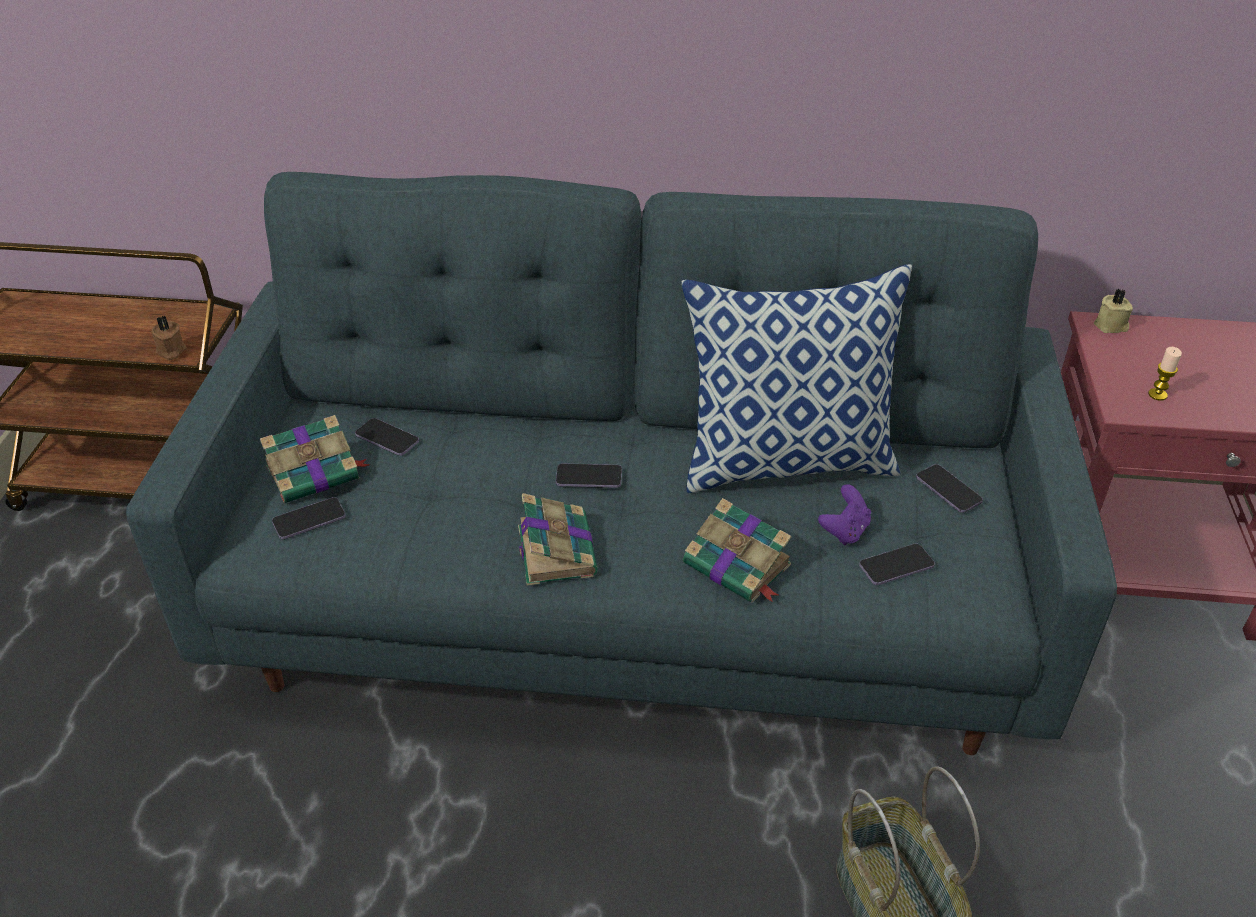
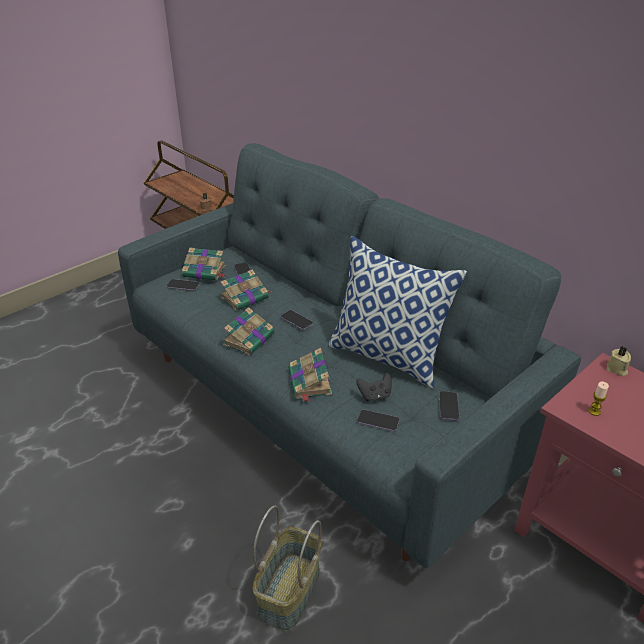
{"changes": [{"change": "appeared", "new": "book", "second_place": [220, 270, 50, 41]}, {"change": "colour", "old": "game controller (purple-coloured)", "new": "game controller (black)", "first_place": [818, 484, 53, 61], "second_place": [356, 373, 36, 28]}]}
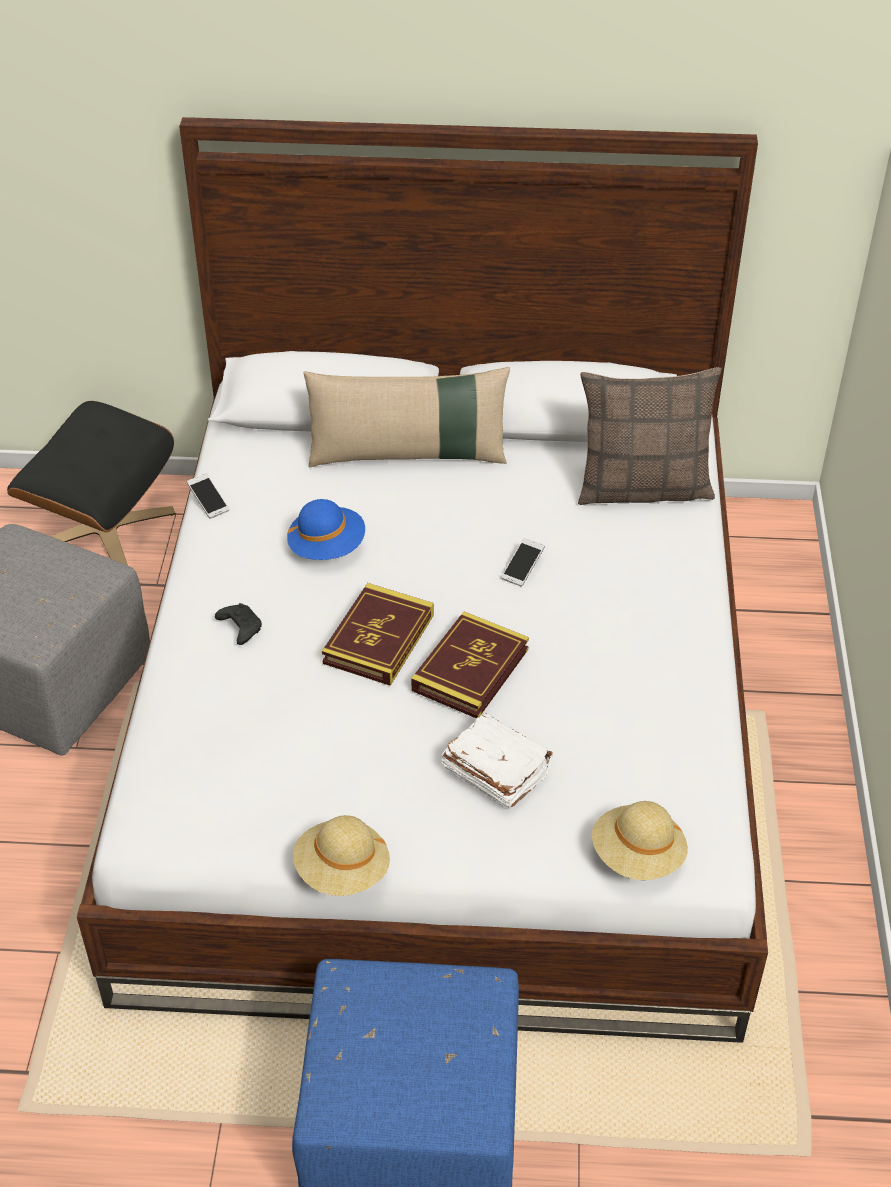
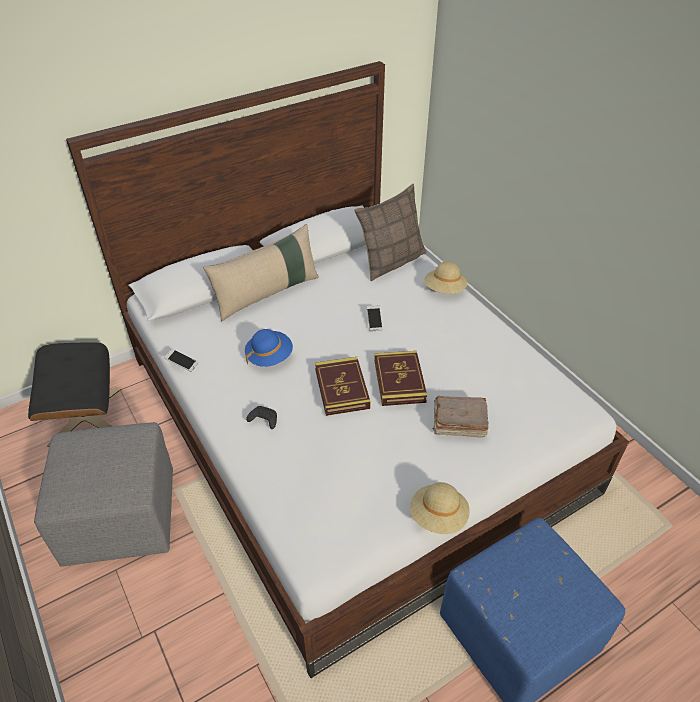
{"changes": [{"change": "relocated", "old": "wearable hat (sand-coloured)", "first_place": [592, 801, 96, 79], "second_place": [424, 262, 43, 32]}, {"change": "colour", "old": "book (white-coloured)", "new": "book (brownish)", "first_place": [442, 713, 111, 95], "second_place": [432, 396, 56, 42]}]}
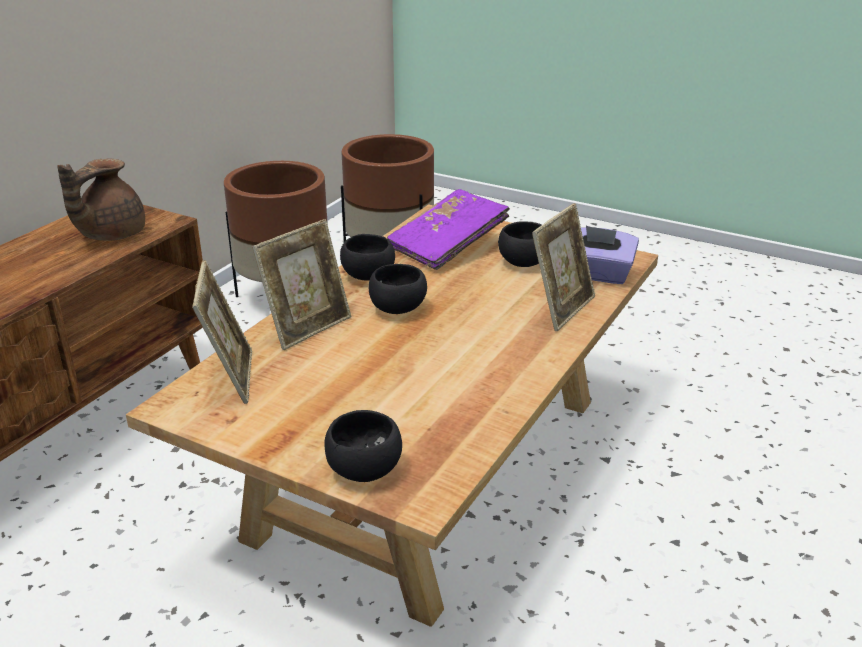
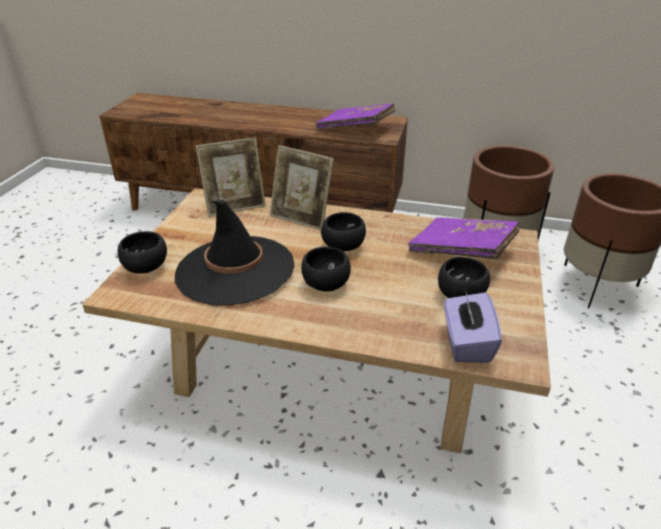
{"changes": [{"change": "appeared", "new": "wearable hat (black)", "second_place": [175, 200, 119, 106]}, {"change": "relocated", "old": "bowl (black)", "first_place": [340, 234, 55, 47], "second_place": [301, 247, 50, 44]}, {"change": "exchanged", "old": "tea pot (brownish)", "new": "book (purple-coloured)", "first_place": [57, 158, 88, 83], "second_place": [315, 104, 80, 25]}, {"change": "missing", "old": "photo frame", "first_place": [532, 203, 63, 128]}]}
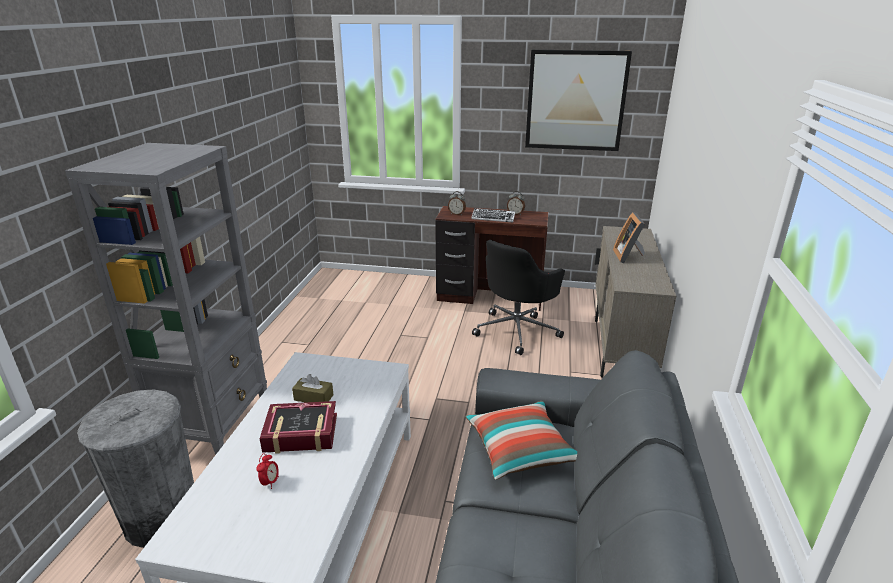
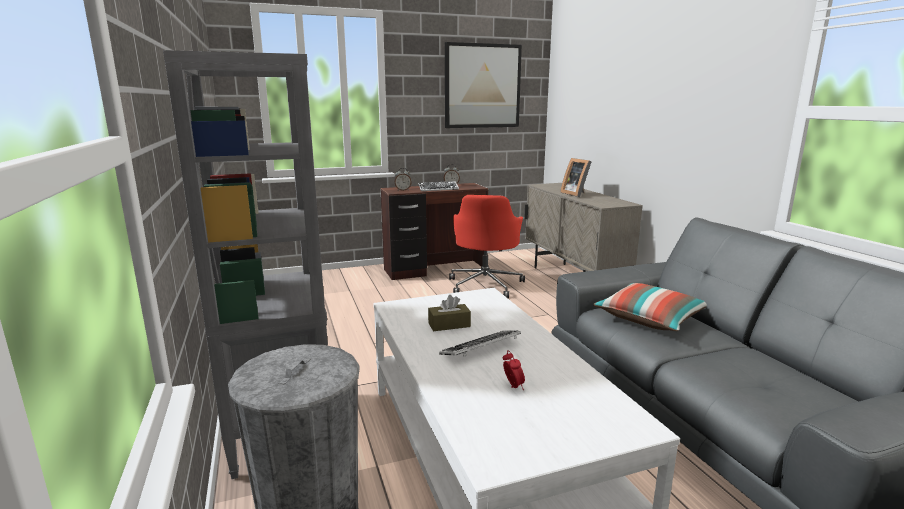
{"changes": [{"change": "exchanged", "old": "book", "new": "keyboard", "first_place": [260, 401, 77, 53], "second_place": [439, 330, 82, 26]}, {"change": "colour", "old": "computer chair (black)", "new": "computer chair (reddish)", "first_place": [472, 240, 93, 115], "second_place": [449, 195, 76, 103]}]}
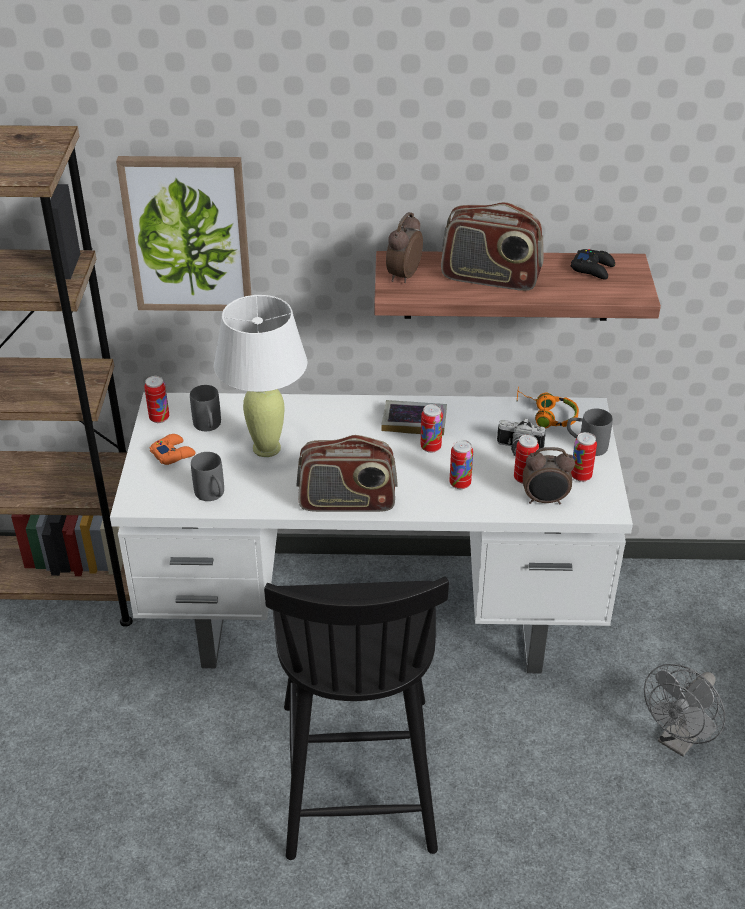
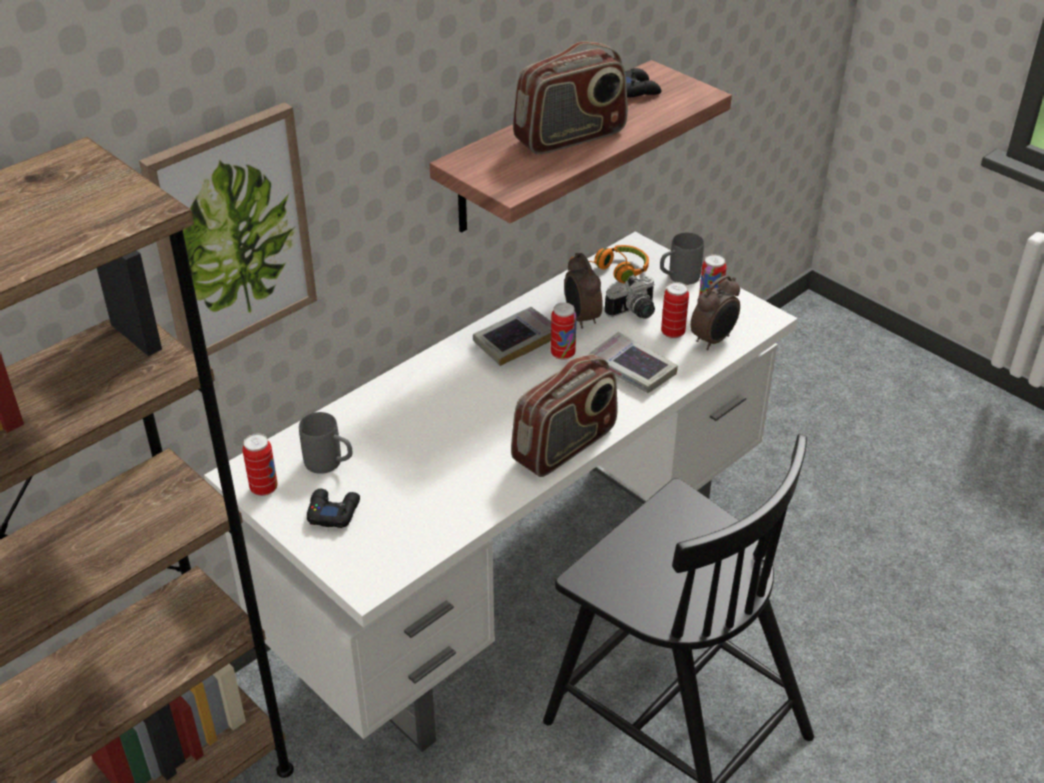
{"changes": [{"change": "colour", "old": "game controller (orange)", "new": "game controller (black)", "first_place": [150, 434, 46, 31], "second_place": [307, 489, 53, 39]}, {"change": "relocated", "old": "alarm clock", "first_place": [386, 212, 37, 71], "second_place": [564, 253, 39, 76]}, {"change": "exchanged", "old": "sealed can", "new": "book", "first_place": [449, 440, 24, 49], "second_place": [589, 332, 89, 61]}, {"change": "missing", "old": "coffee mug (gray)", "first_place": [191, 452, 33, 49]}, {"change": "missing", "old": "lamp for a table (white-coloured)", "first_place": [214, 295, 94, 162]}, {"change": "missing", "old": "fan (gray)", "first_place": [644, 664, 82, 93]}]}
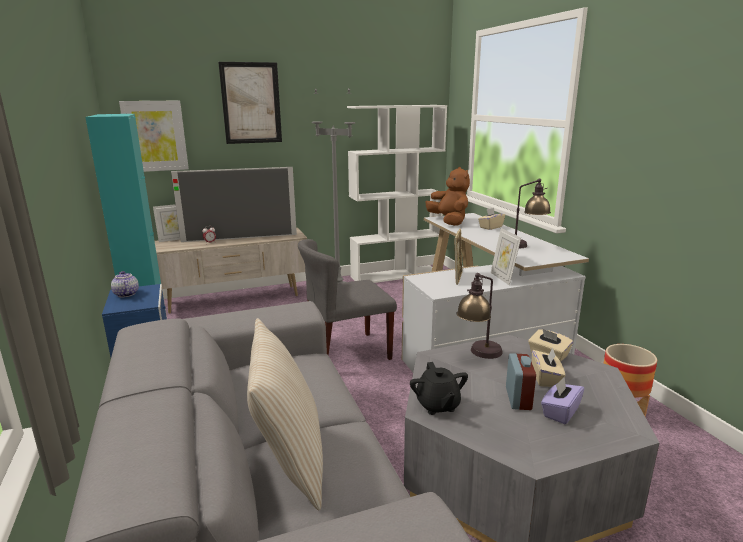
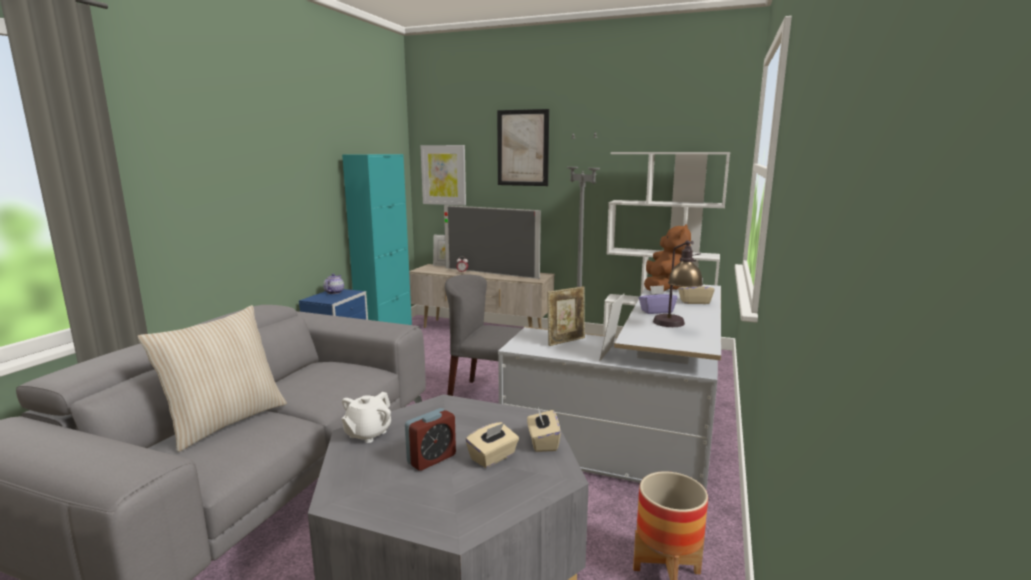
{"changes": [{"change": "colour", "old": "tea pot (black)", "new": "tea pot (white-coloured)", "first_place": [410, 362, 58, 53], "second_place": [341, 392, 50, 51]}, {"change": "relocated", "old": "tissue holder (purple-coloured)", "first_place": [541, 377, 43, 47], "second_place": [639, 285, 38, 29]}, {"change": "missing", "old": "lamp for a table", "first_place": [457, 273, 46, 86]}]}
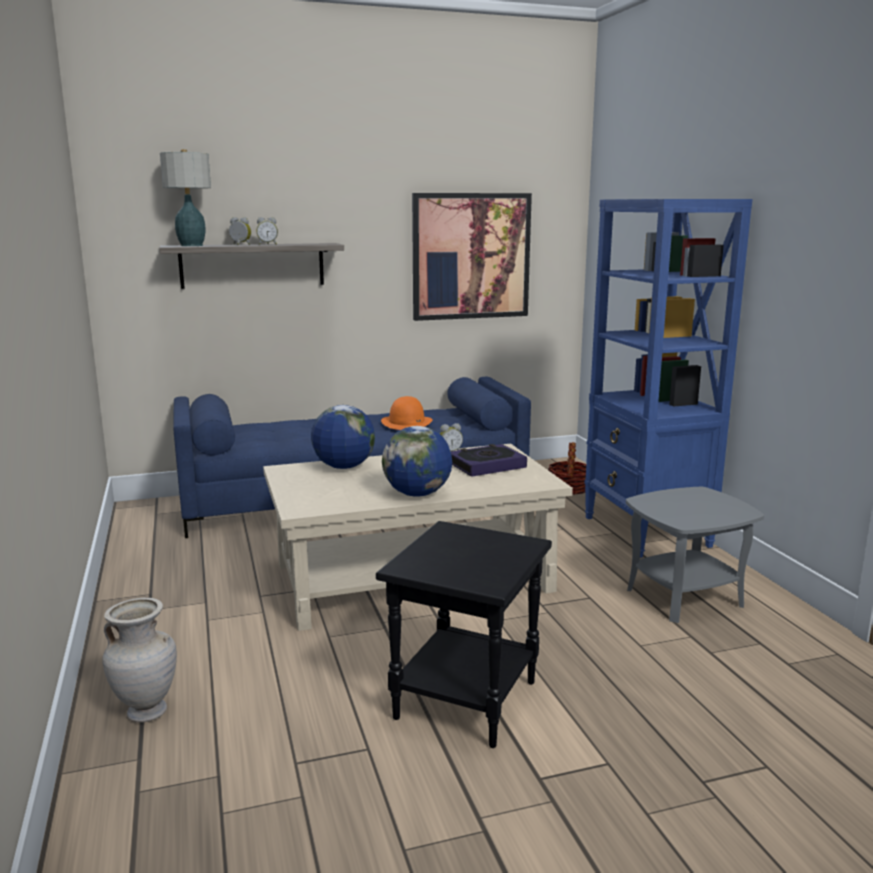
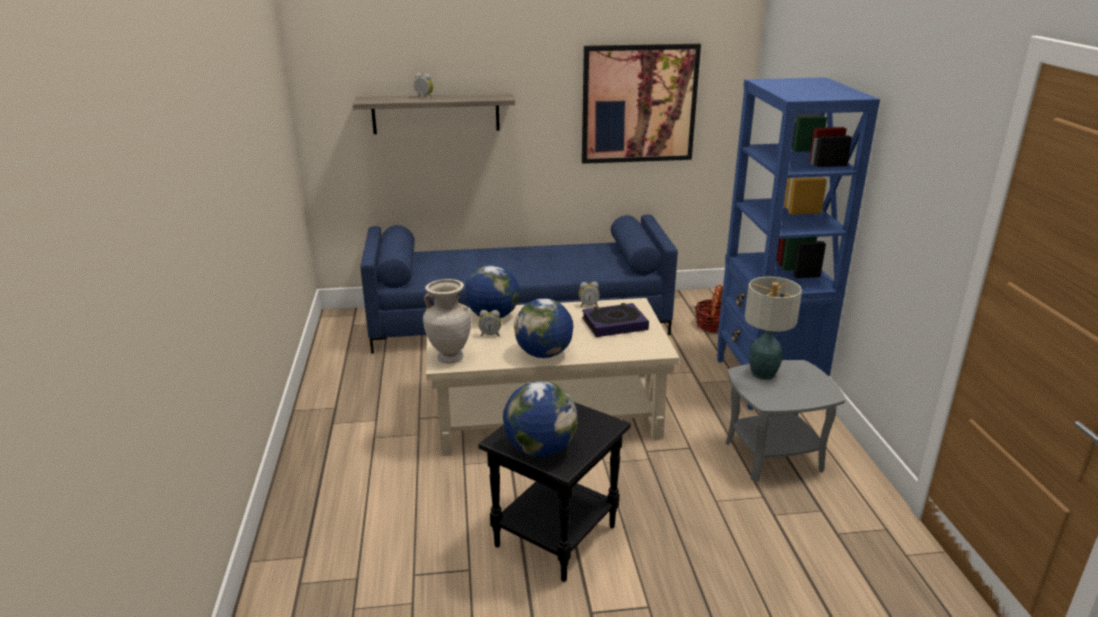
{"changes": [{"change": "relocated", "old": "flower vase (sand-coloured)", "first_place": [102, 598, 75, 124], "second_place": [423, 279, 49, 84]}, {"change": "relocated", "old": "alarm clock", "first_place": [256, 217, 22, 28], "second_place": [479, 310, 22, 26]}, {"change": "appeared", "new": "world globe", "second_place": [503, 381, 74, 76]}, {"change": "relocated", "old": "lamp for a table", "first_place": [160, 149, 51, 97], "second_place": [745, 276, 57, 104]}, {"change": "missing", "old": "wearable hat (orange)", "first_place": [381, 396, 52, 34]}]}
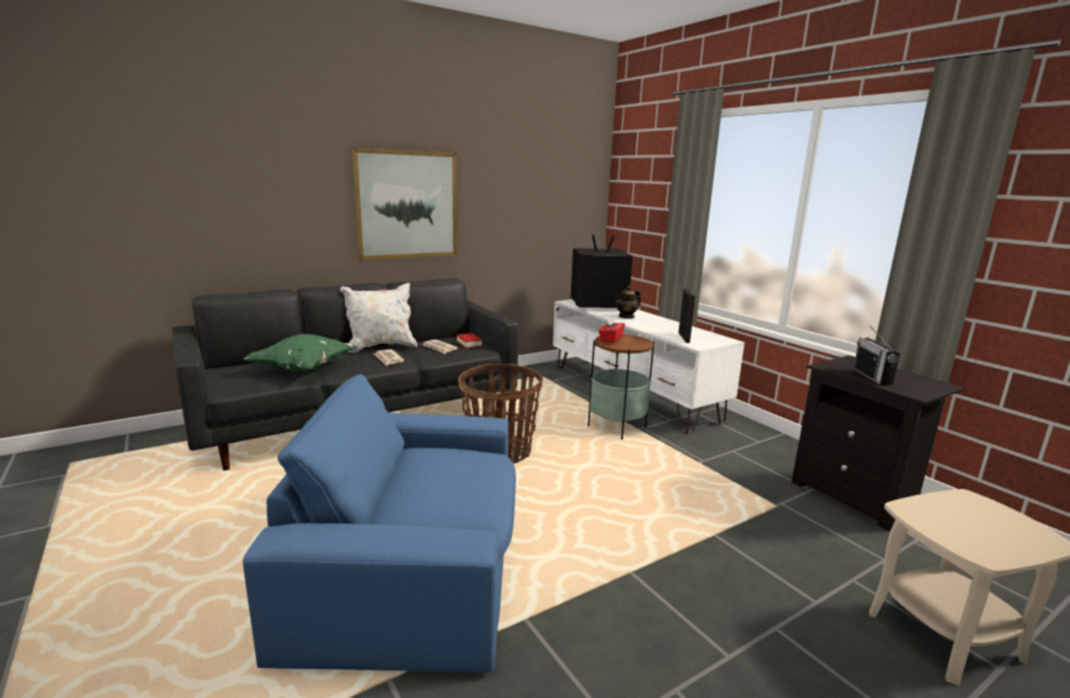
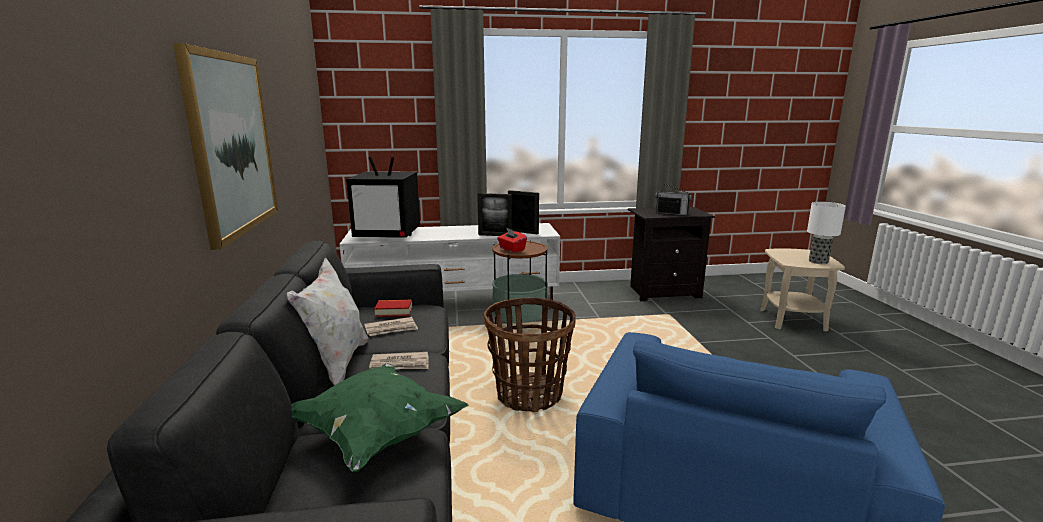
{"changes": [{"change": "spun", "old": "TV", "first_place": [571, 234, 62, 74], "second_place": [346, 156, 74, 82], "degrees": -105}, {"change": "appeared", "new": "photo frame", "second_place": [477, 193, 35, 43]}, {"change": "appeared", "new": "lamp for a table", "second_place": [807, 202, 39, 62]}, {"change": "missing", "old": "tea pot", "first_place": [615, 285, 26, 34]}]}
